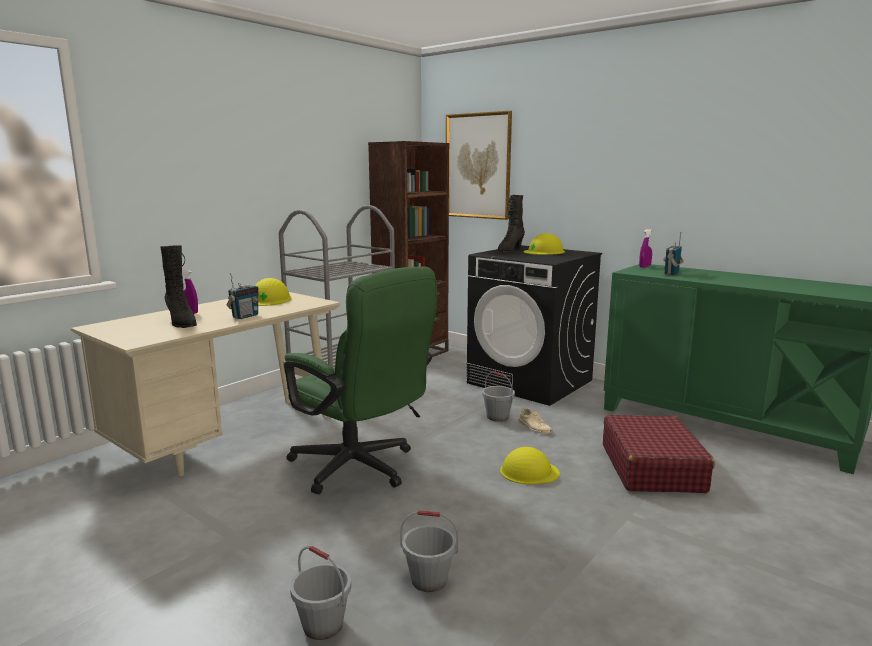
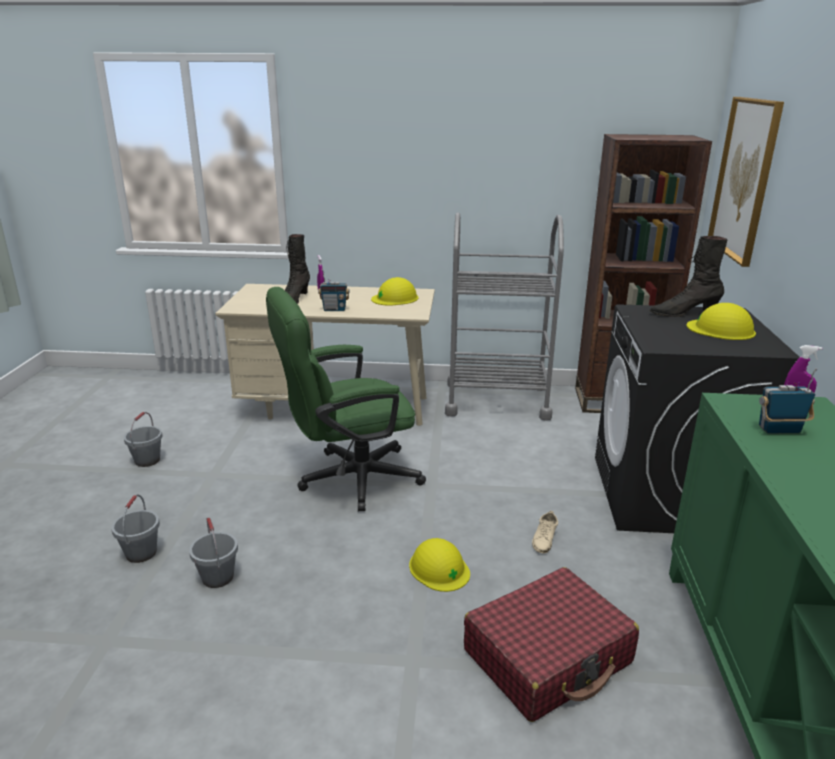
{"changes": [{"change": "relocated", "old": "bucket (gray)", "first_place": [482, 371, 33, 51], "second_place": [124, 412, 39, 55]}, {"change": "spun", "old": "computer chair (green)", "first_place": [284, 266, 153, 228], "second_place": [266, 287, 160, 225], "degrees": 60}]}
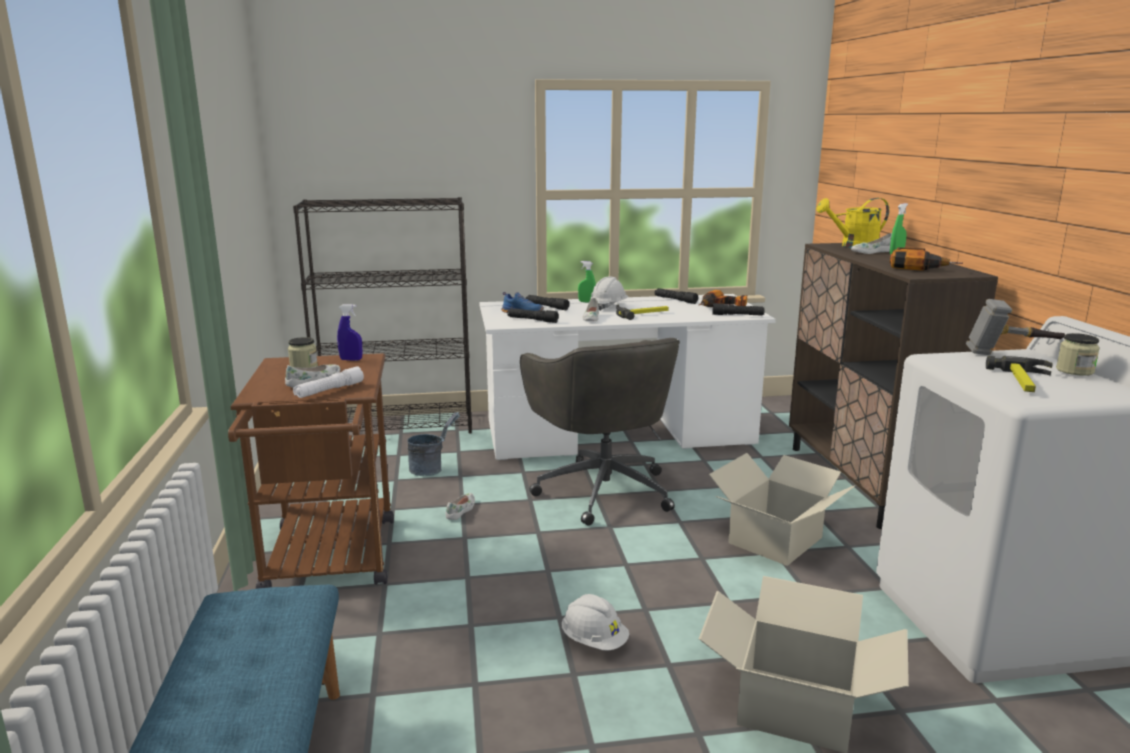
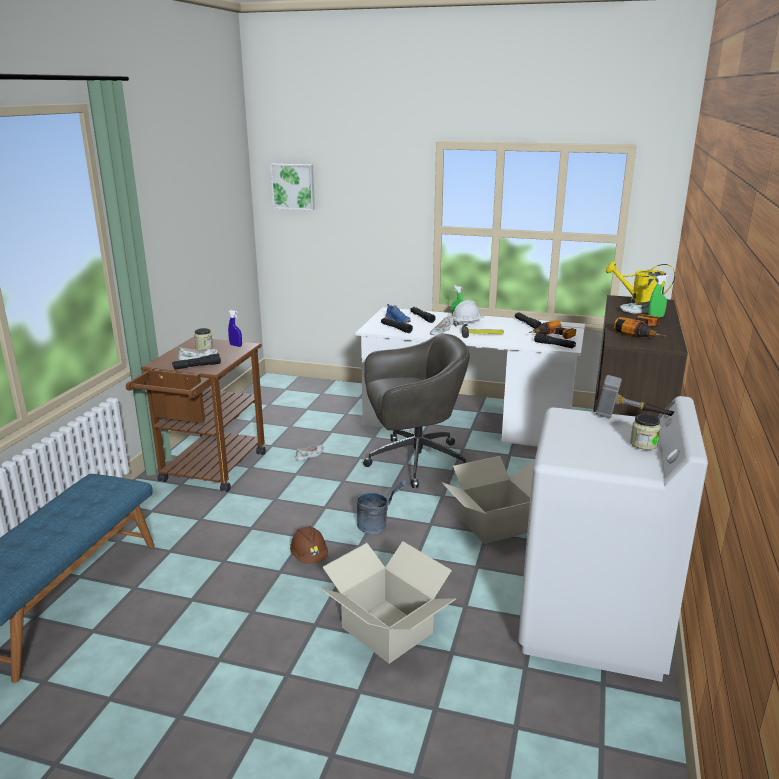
{"changes": [{"change": "colour", "old": "torch (white-coloured)", "new": "torch (black)", "first_place": [293, 366, 71, 32], "second_place": [172, 353, 49, 16]}, {"change": "appeared", "new": "picture", "second_place": [270, 164, 45, 47]}, {"change": "colour", "old": "safety helmet (white-coloured)", "new": "safety helmet (brownish)", "first_place": [562, 594, 67, 57], "second_place": [290, 526, 38, 38]}, {"change": "relocated", "old": "bucket (gray)", "first_place": [408, 412, 52, 64], "second_place": [357, 480, 50, 54]}, {"change": "spun", "old": "computer chair (gray)", "first_place": [520, 338, 160, 188], "second_place": [363, 334, 107, 154], "degrees": -105}, {"change": "missing", "old": "bookshelf (black)", "first_place": [293, 197, 179, 237]}, {"change": "missing", "old": "tool hammer", "first_place": [986, 356, 67, 36]}]}
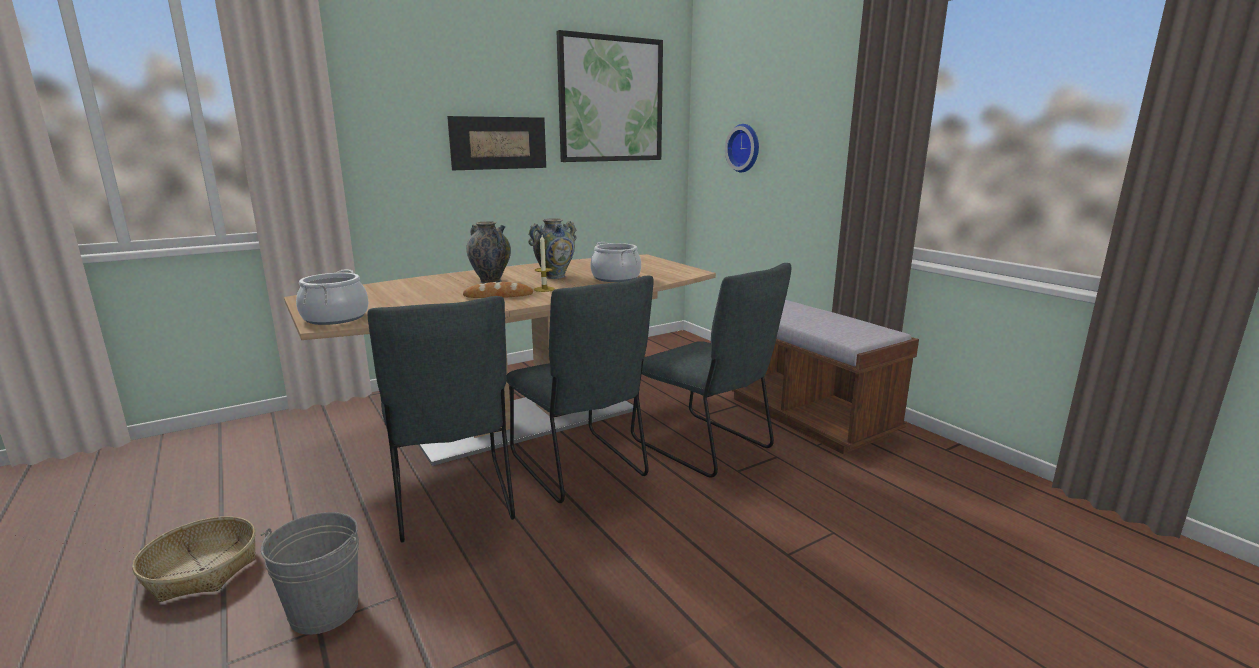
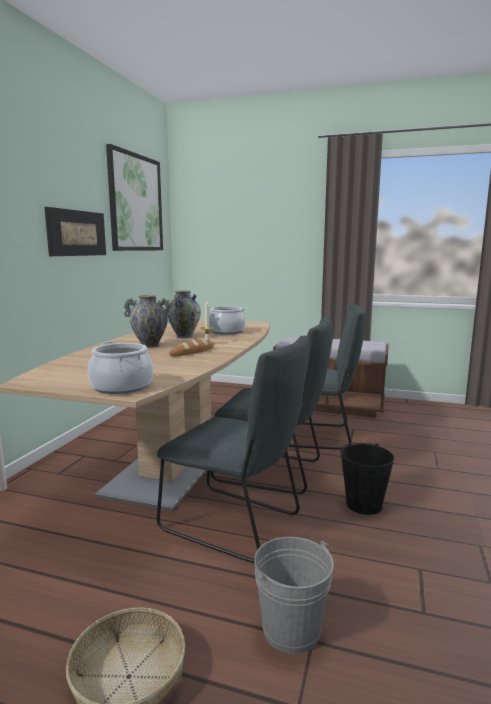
{"changes": [{"change": "appeared", "new": "bucket (black)", "second_place": [340, 443, 55, 72]}, {"change": "missing", "old": "hanging clock", "first_place": [725, 124, 34, 48]}]}
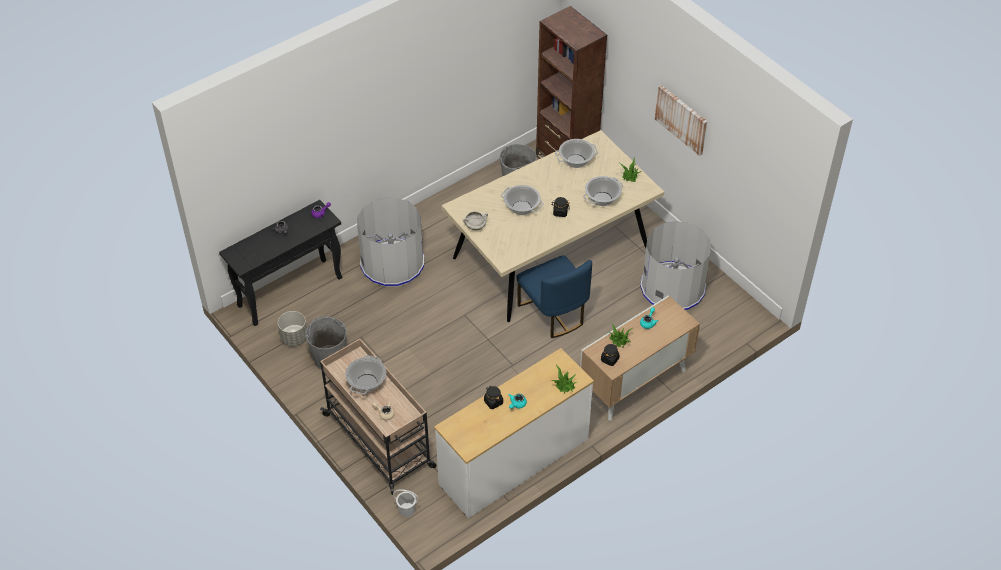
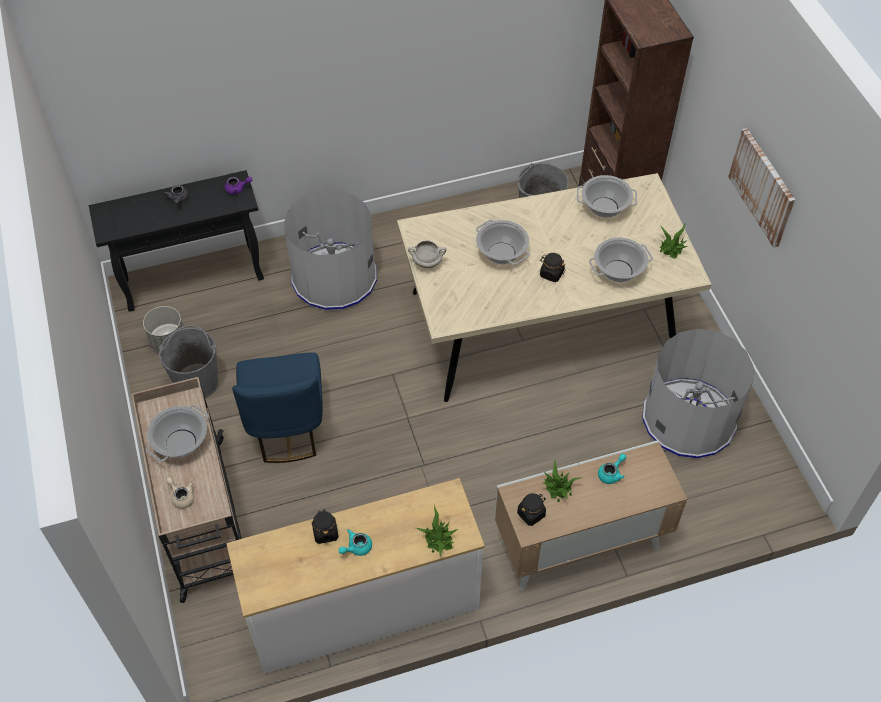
{"changes": [{"change": "relocated", "old": "chair (blue-coloured)", "first_place": [516, 255, 76, 83], "second_place": [232, 352, 91, 111]}, {"change": "missing", "old": "bucket (white-coloured)", "first_place": [393, 489, 26, 28]}]}
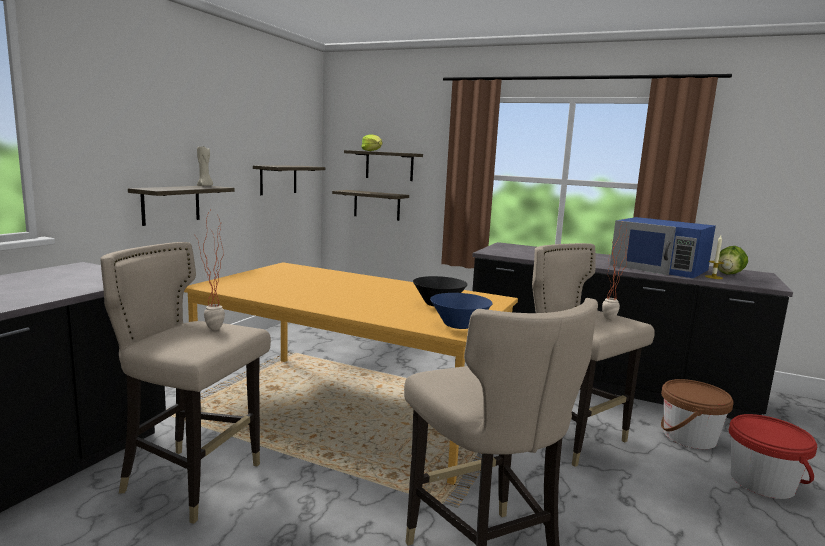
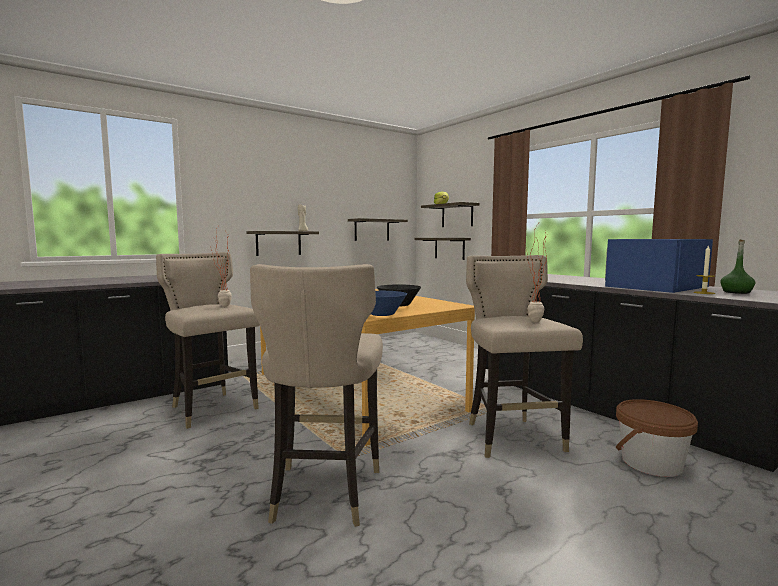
{"changes": [{"change": "spun", "old": "kitchen microwave (blue-coloured)", "first_place": [610, 217, 106, 61], "second_place": [605, 239, 108, 54], "degrees": 75}, {"change": "exchanged", "old": "head of lettuce", "new": "drink bottle (green)", "first_place": [718, 246, 30, 29], "second_place": [720, 239, 35, 55]}, {"change": "missing", "old": "bucket (reddish)", "first_place": [729, 414, 88, 85]}]}
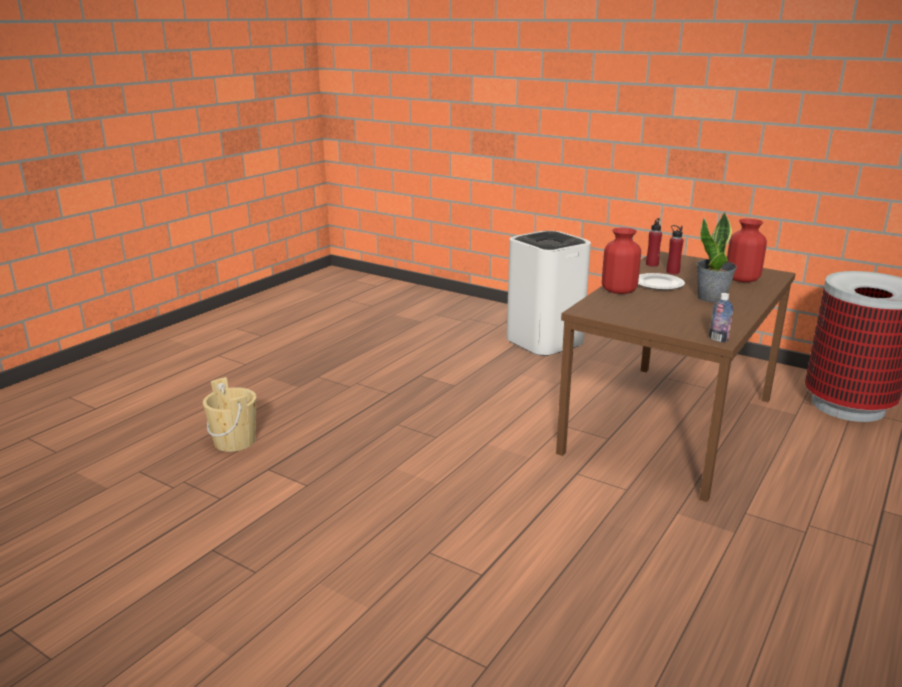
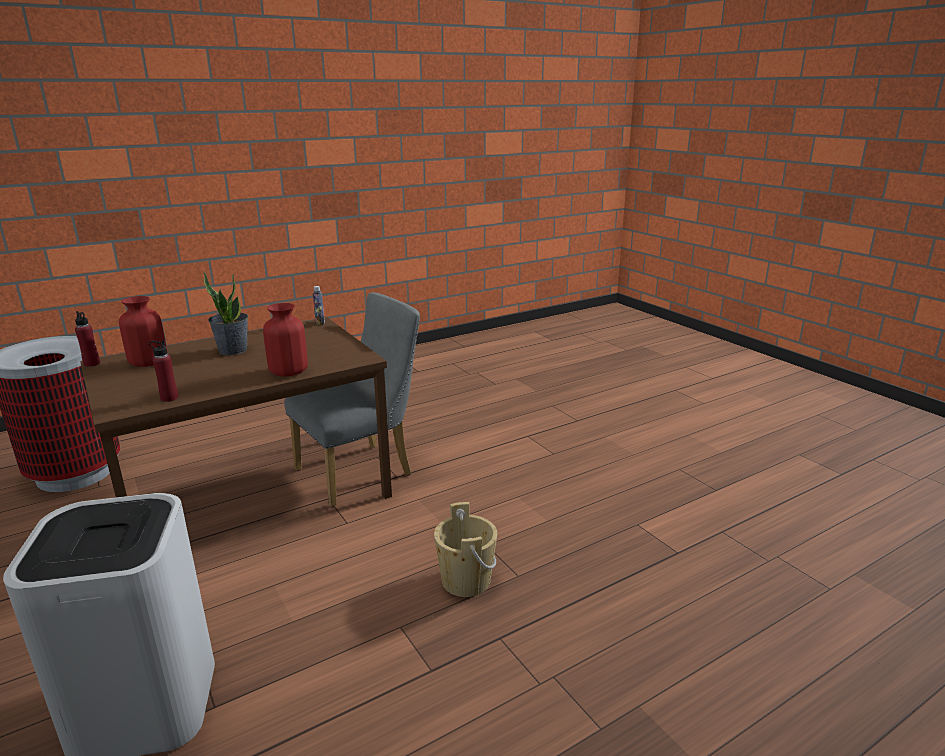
{"changes": [{"change": "relocated", "old": "drink bottle (reddish)", "first_place": [666, 225, 17, 49], "second_place": [75, 311, 25, 56]}, {"change": "appeared", "new": "chair (gray)", "second_place": [284, 292, 136, 215]}, {"change": "relocated", "old": "bucket (sand-coloured)", "first_place": [203, 377, 53, 75], "second_place": [434, 502, 63, 95]}, {"change": "missing", "old": "plate", "first_place": [638, 273, 47, 17]}]}
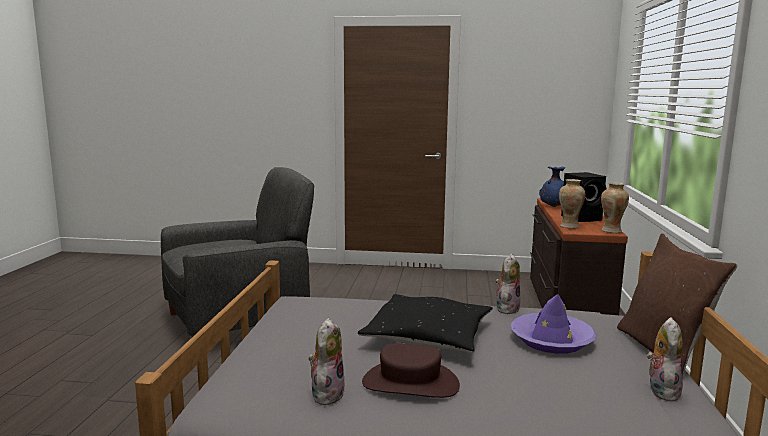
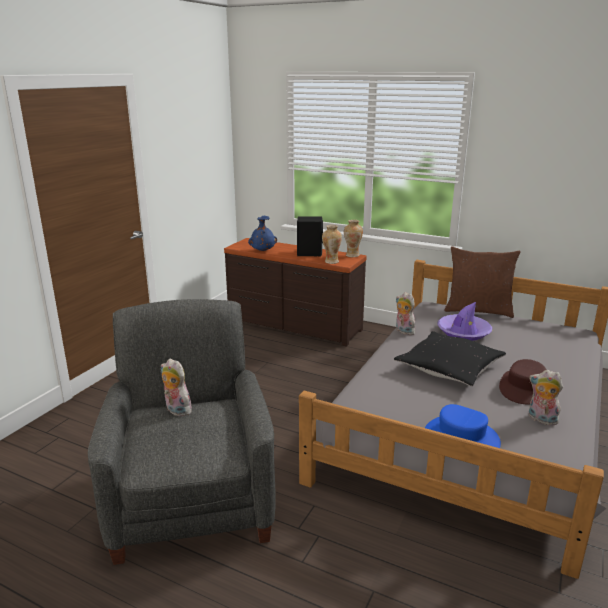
{"changes": [{"change": "relocated", "old": "soft toy", "first_place": [647, 317, 36, 84], "second_place": [161, 358, 31, 58]}, {"change": "appeared", "new": "wearable hat (blue-coloured)", "second_place": [425, 404, 76, 44]}]}
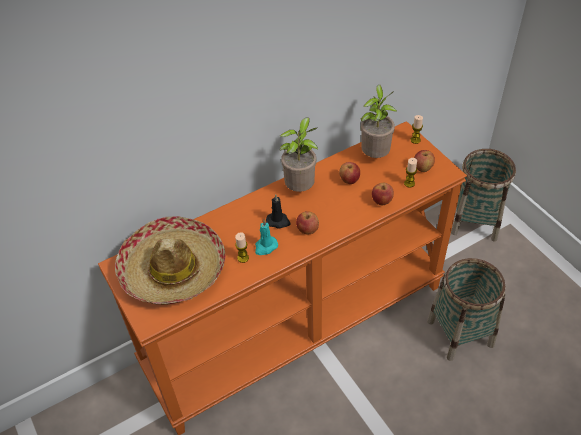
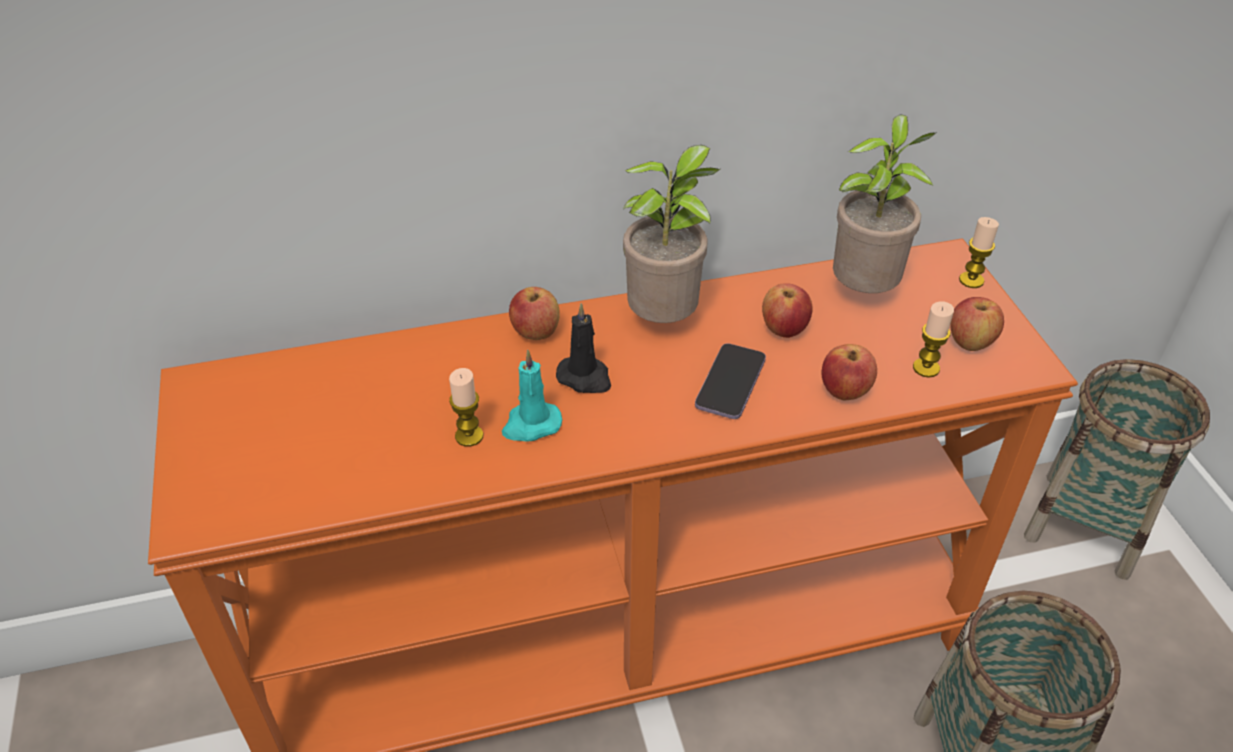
{"changes": [{"change": "relocated", "old": "apple fruit", "first_place": [296, 211, 23, 23], "second_place": [509, 287, 51, 53]}, {"change": "appeared", "new": "phone", "second_place": [695, 344, 71, 75]}, {"change": "missing", "old": "wearable hat", "first_place": [115, 216, 110, 89]}]}
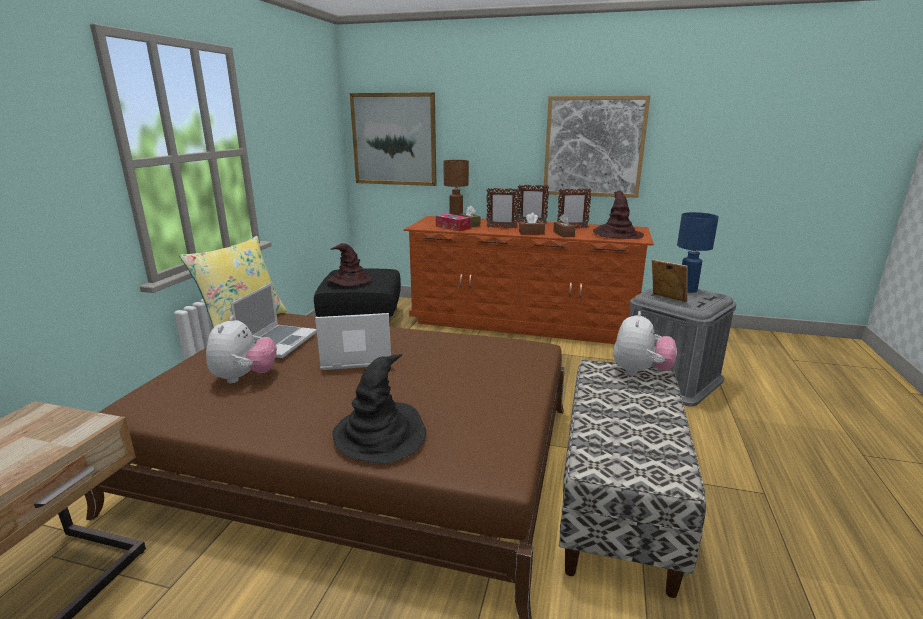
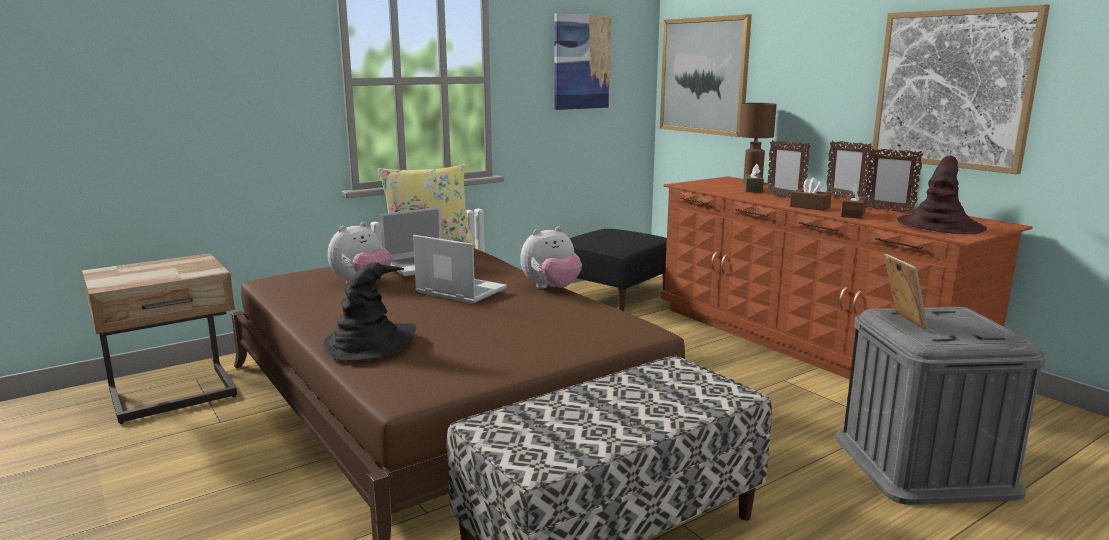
{"changes": [{"change": "relocated", "old": "soft toy", "first_place": [613, 311, 64, 65], "second_place": [520, 226, 62, 63]}, {"change": "appeared", "new": "picture", "second_place": [555, 13, 57, 97]}, {"change": "missing", "old": "wearable hat (brownish)", "first_place": [327, 243, 44, 43]}, {"change": "missing", "old": "tissue holder", "first_place": [436, 214, 35, 17]}, {"change": "missing", "old": "lamp for a table (blue-coloured)", "first_place": [677, 212, 42, 81]}]}
